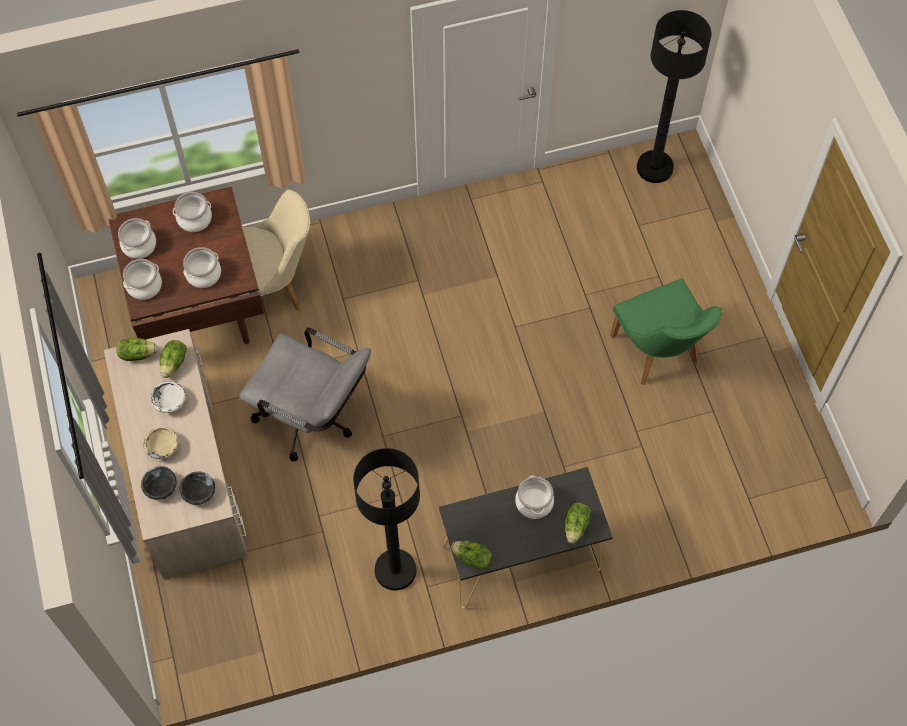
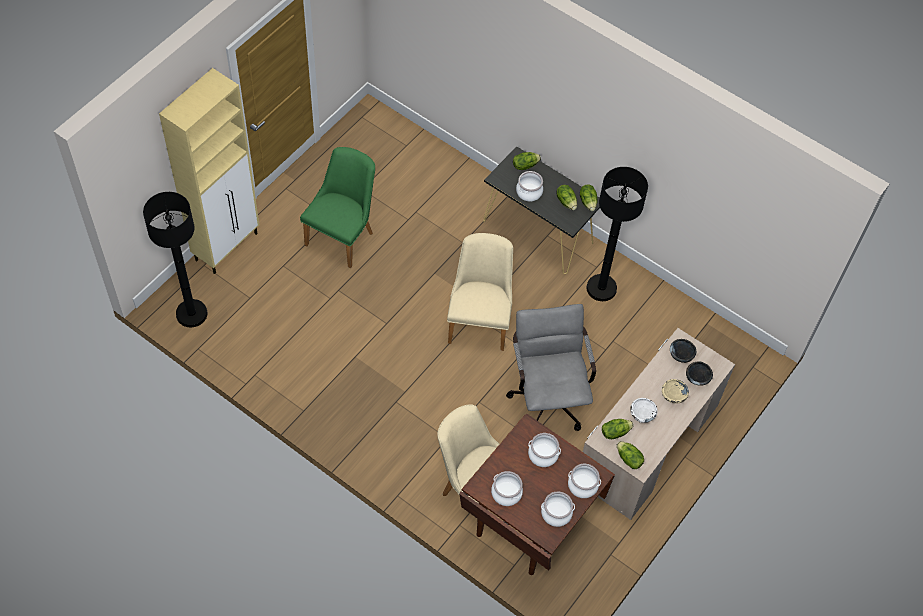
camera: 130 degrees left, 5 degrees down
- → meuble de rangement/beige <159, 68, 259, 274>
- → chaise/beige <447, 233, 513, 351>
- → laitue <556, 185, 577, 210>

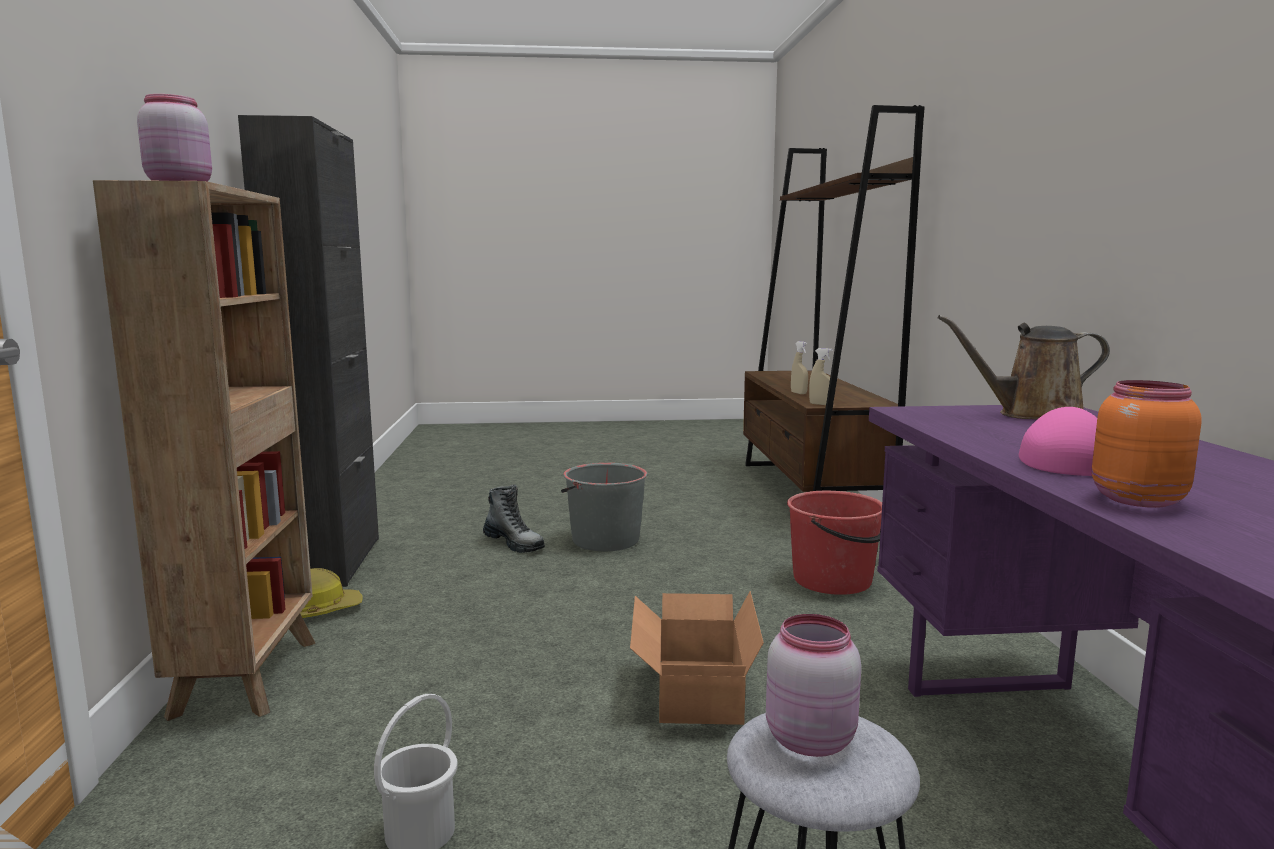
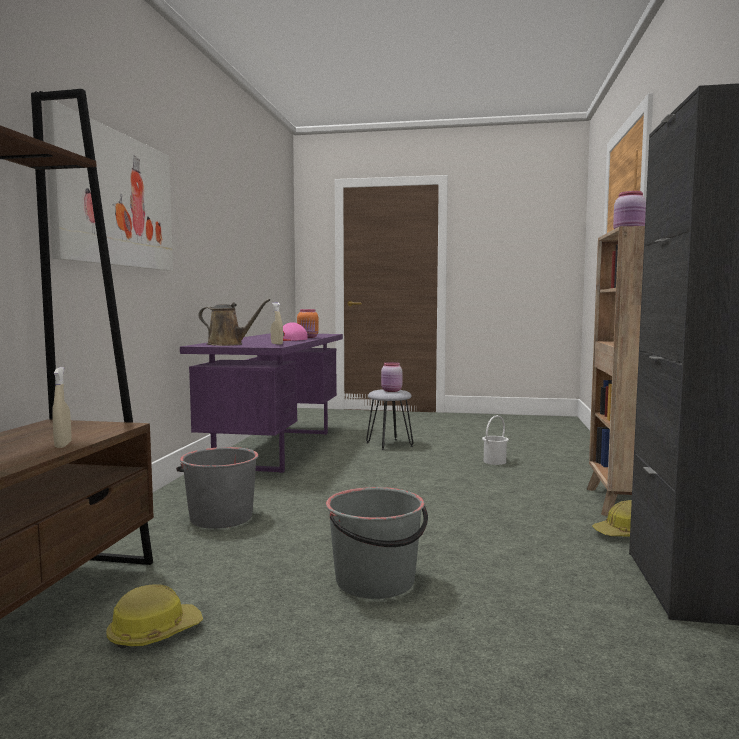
camera: 165 degrees left, 5 degrees down
botte <483, 484, 545, 553> → -
carton <630, 591, 764, 725> → -
- → tableau <44, 100, 173, 271>
- → casque de chantier <107, 584, 203, 649>
vaporisateur/beige <809, 348, 832, 405> → vaporisateur/beige <271, 302, 283, 344>, relocated
seau/rouge <787, 491, 882, 595> → seau/gris <176, 447, 259, 529>

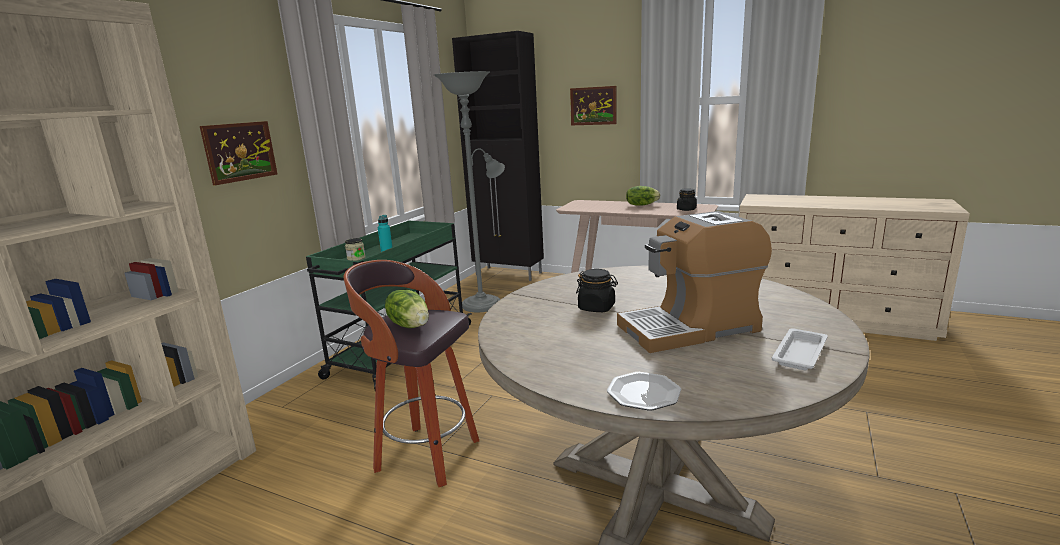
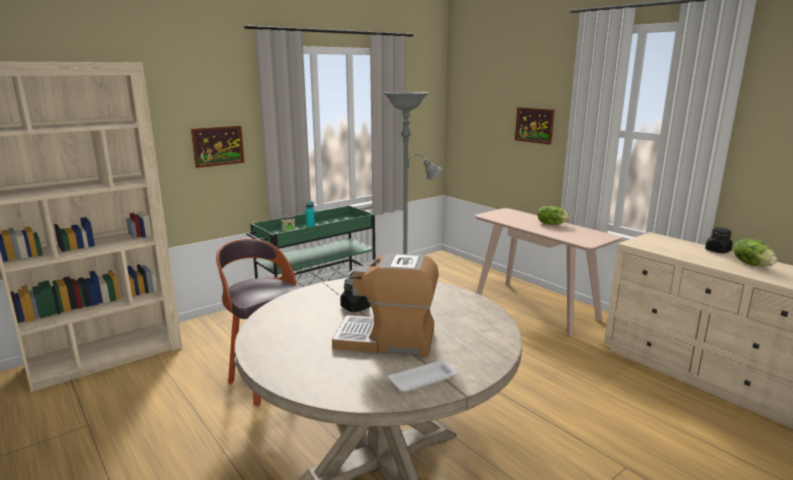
camera: 25 degrees right, 0 degrees up
meuble de rangement/noir <452, 31, 544, 281> → -
assiette <607, 372, 681, 411> → -
laitue <385, 290, 429, 328> → laitue <733, 239, 777, 266>, relocated
bocal/noir <677, 188, 697, 211> → bocal/noir <705, 227, 733, 253>, relocated

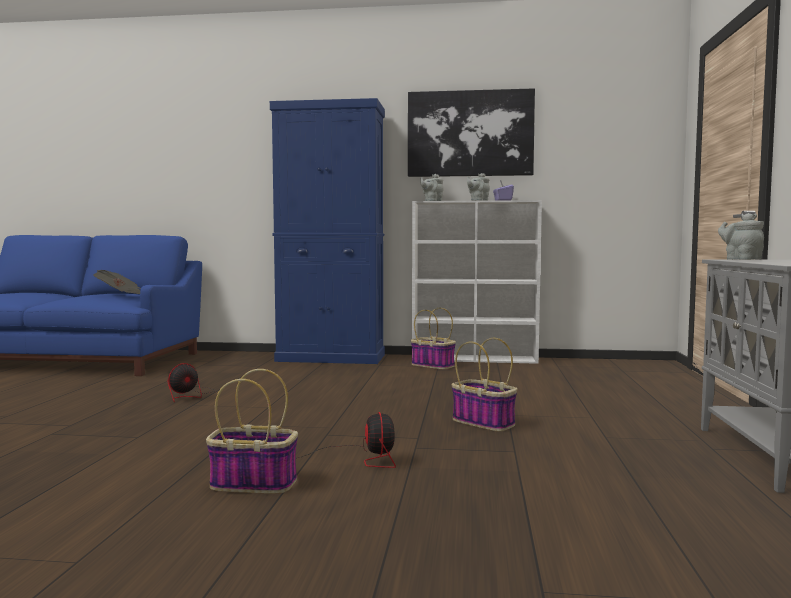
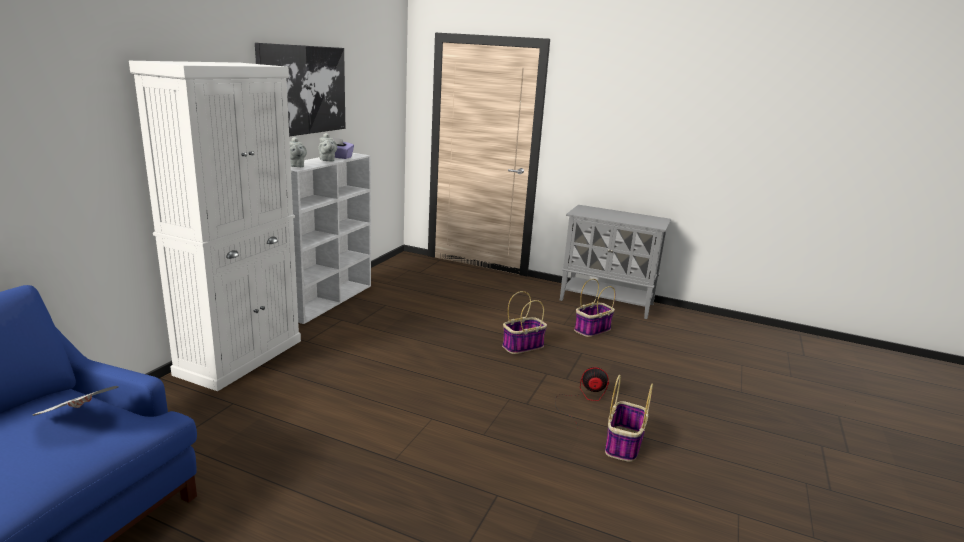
camera: 75 degrees left, 15 degrees up
ventilateur <167, 363, 214, 402> → -
théière/gris <718, 213, 764, 260> → -
panier <411, 308, 456, 369> → panier <574, 279, 615, 337>, relocated
meuble de rangement/bleu <270, 98, 385, 364> → meuble de rangement/blanc <129, 61, 301, 391>

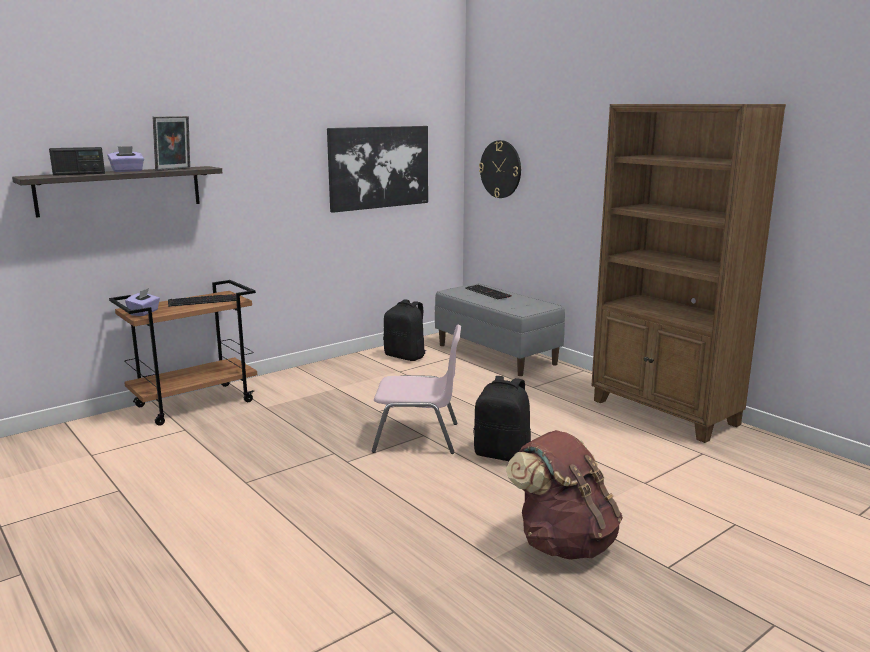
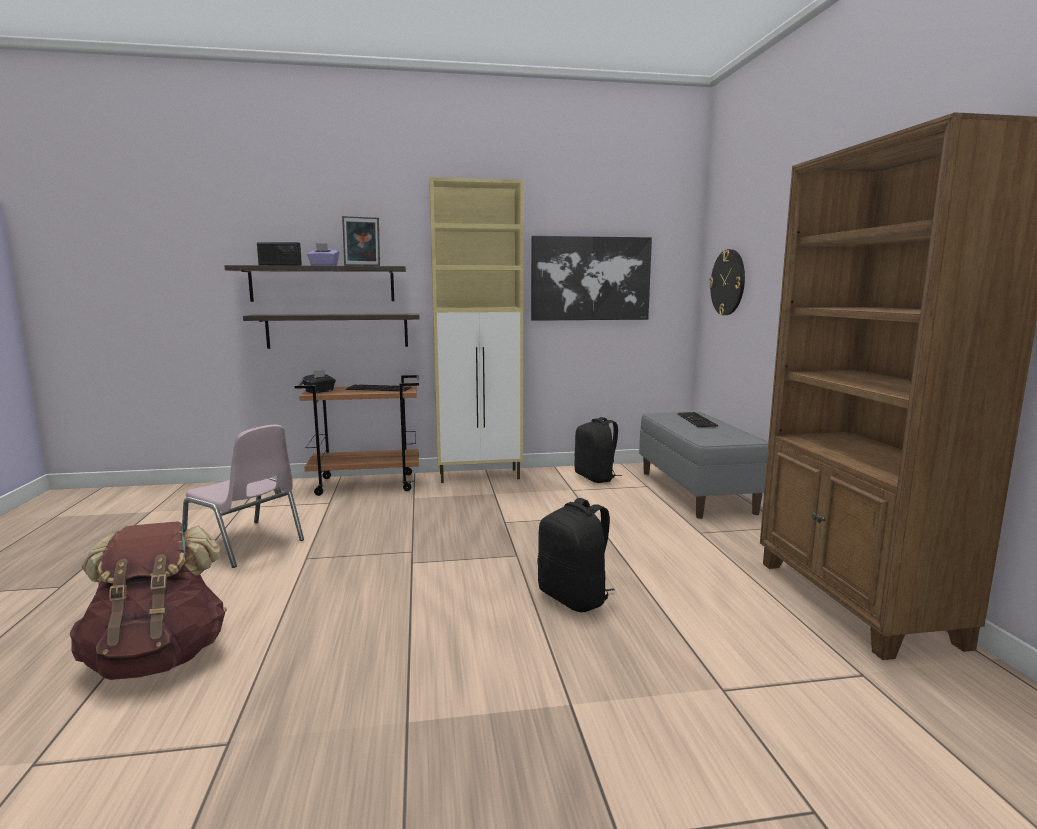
camera: 30 degrees right, 5 degrees down
- → étagère <243, 314, 420, 349>
- → meuble de rangement/beige <429, 177, 524, 483>
chaise/rose <372, 324, 461, 454> → chaise/rose <182, 425, 304, 568>, relocated
sac à dos/marron <506, 430, 623, 560> → sac à dos/marron <70, 521, 227, 680>, relocated
boîte à mouchoirs/violet <125, 288, 160, 316> → boîte à mouchoirs/noir <302, 370, 336, 393>

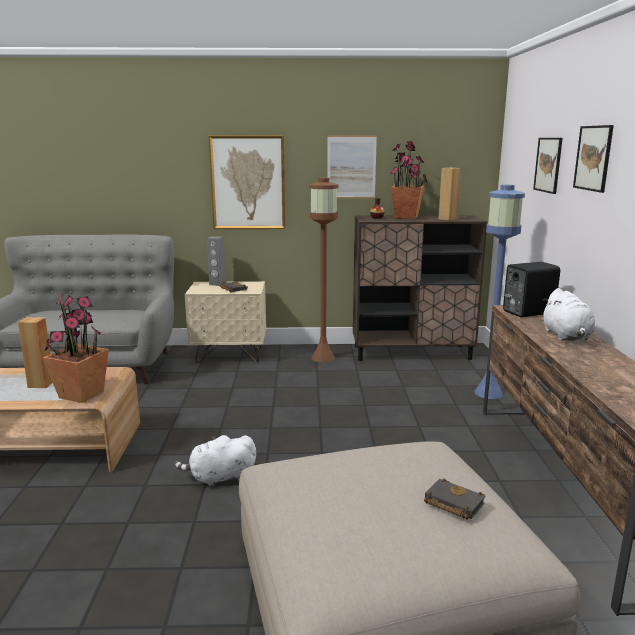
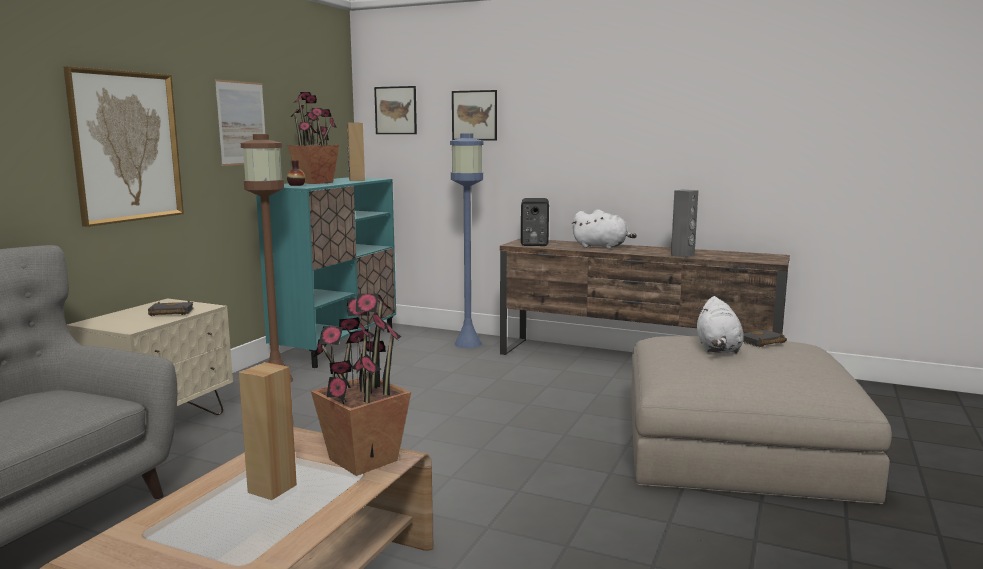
camera: 65 degrees left, 5 degrees down
peluche/blanc <174, 435, 256, 488> → peluche/blanc <697, 296, 743, 354>, relocated
enceinte/gris <207, 236, 226, 286> → enceinte/gris <671, 190, 698, 257>, relocated
tableau <573, 125, 614, 193> → tableau <374, 86, 417, 134>, relocated
meuble de rangement/marron <353, 215, 487, 361> → meuble de rangement/turquoise <256, 177, 396, 368>

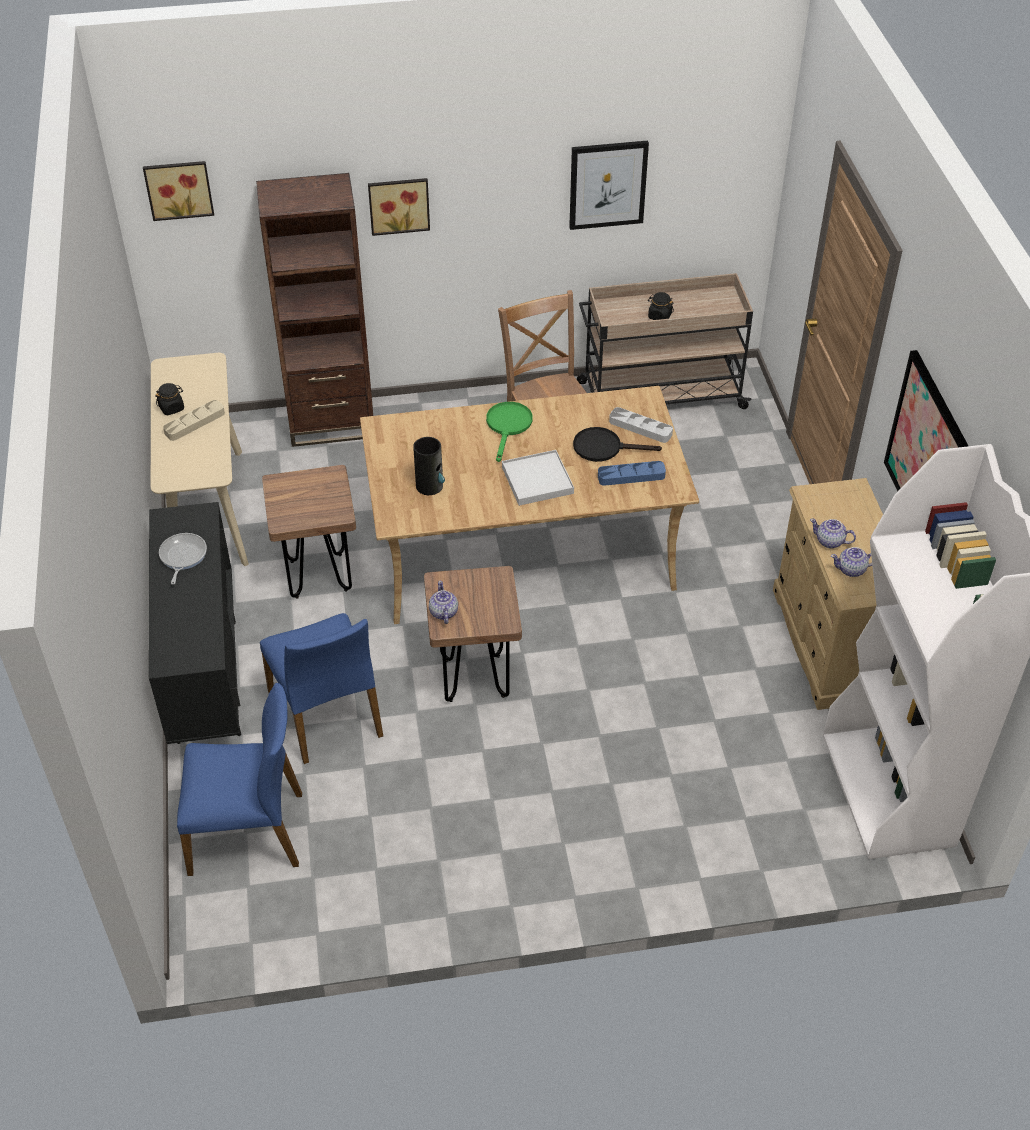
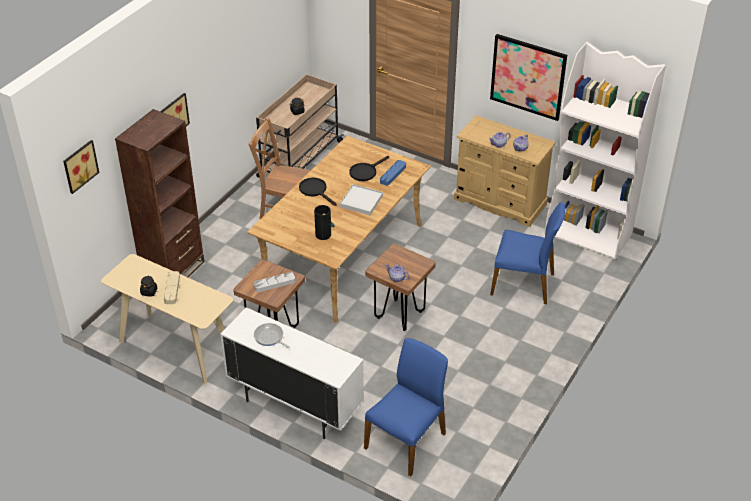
camera: 50 degrees left, 5 degrees down
tableau <569, 141, 649, 230> → -
chaise/bleu <260, 613, 383, 764> → chaise/bleu <490, 202, 565, 304>, relocated
plateau/gris <609, 407, 673, 443> → plateau/gris <254, 272, 295, 292>, relocated
meuble de rangement/noir <149, 502, 241, 744> → meuble de rangement/blanc <220, 307, 364, 439>
poêle/vert <486, 402, 532, 462> → poêle/noir <299, 178, 337, 206>

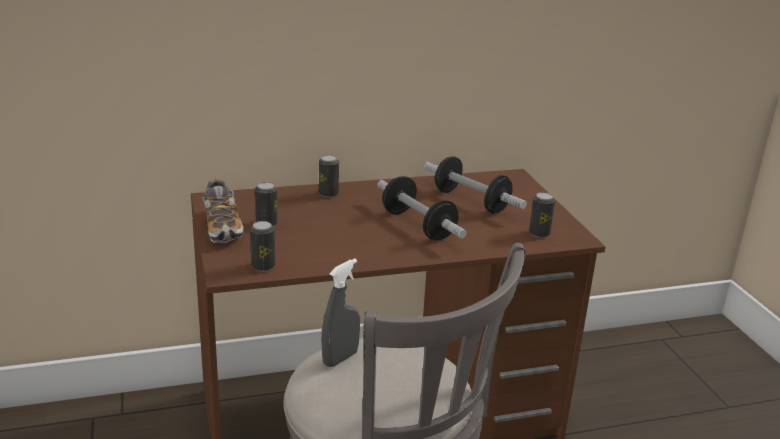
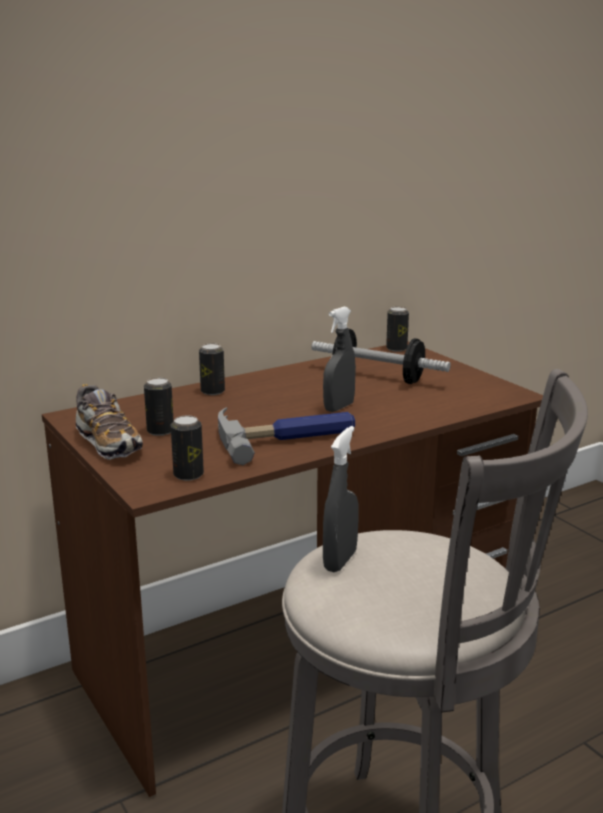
camera: 15 degrees left, 5 degrees down
- → marteau <218, 408, 355, 465>
boîte métallique <529, 192, 555, 238> → boîte métallique <386, 307, 409, 352>, relocated
haltère <377, 176, 467, 240> → vaporisateur/gris <323, 307, 356, 412>

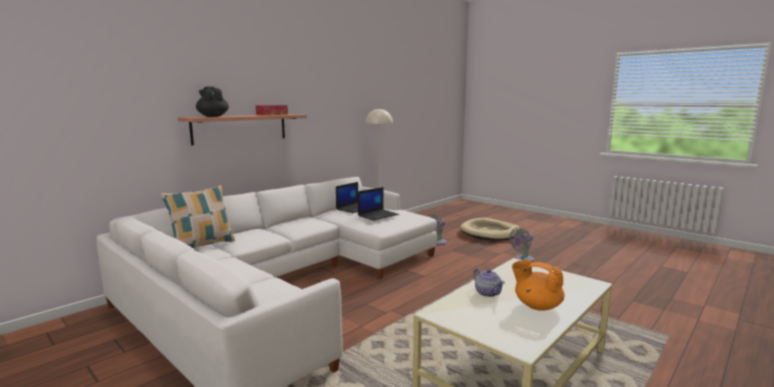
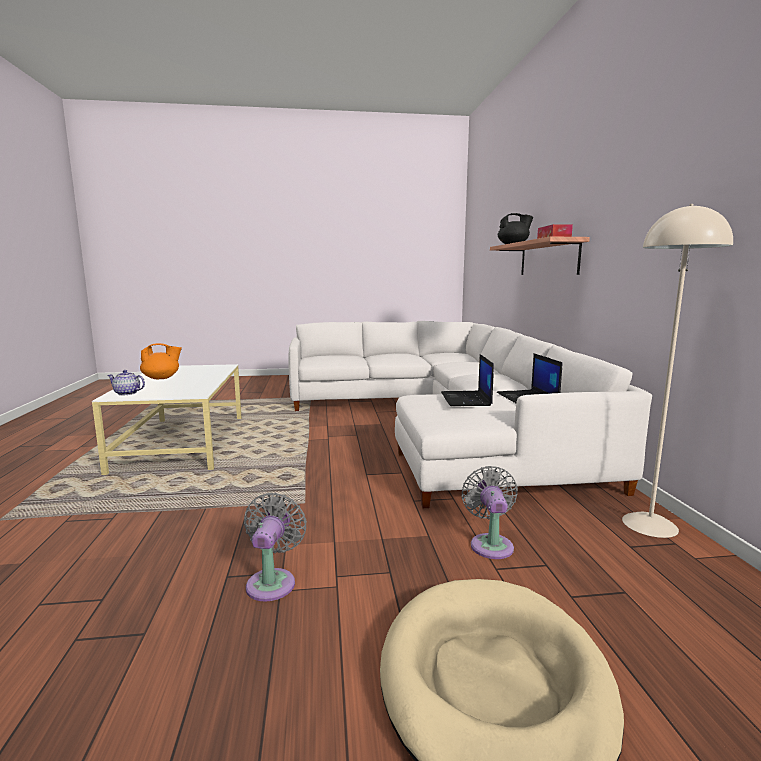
camera: 130 degrees right, 0 degrees up
coussin <161, 185, 235, 248> → -
théière <473, 269, 505, 297> → théière <107, 370, 145, 395>, relocated

